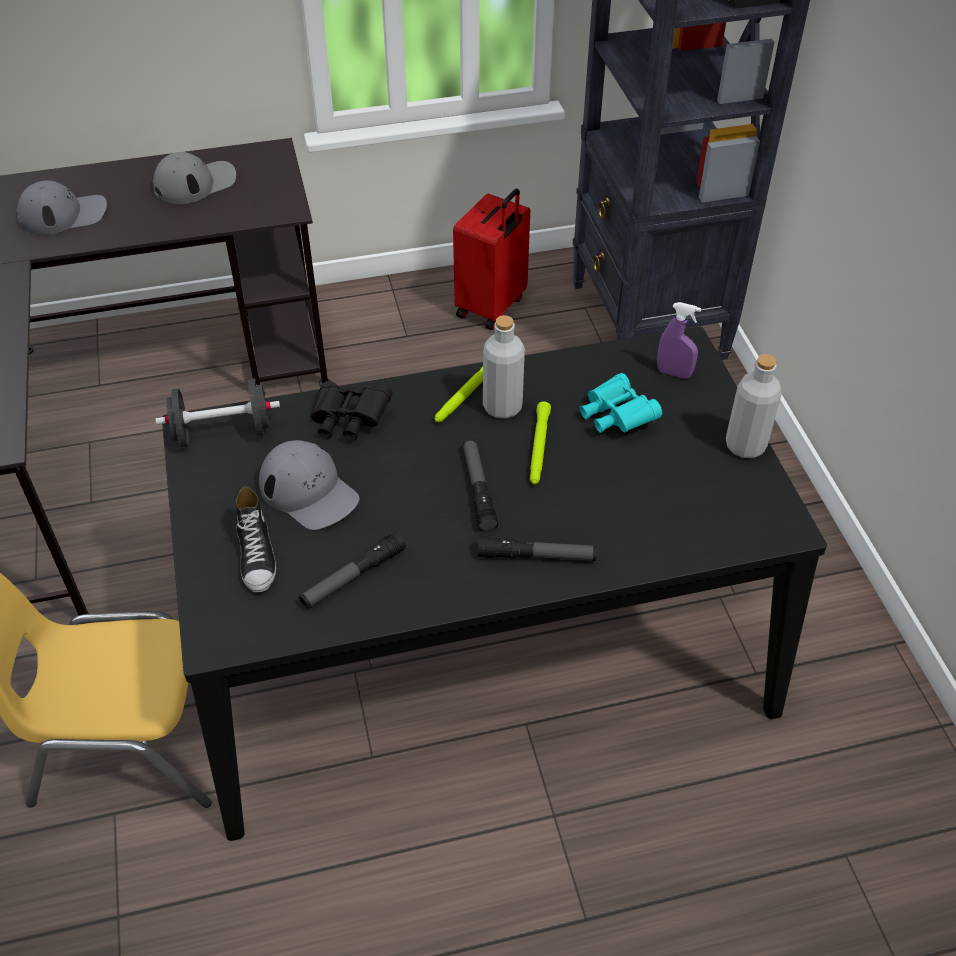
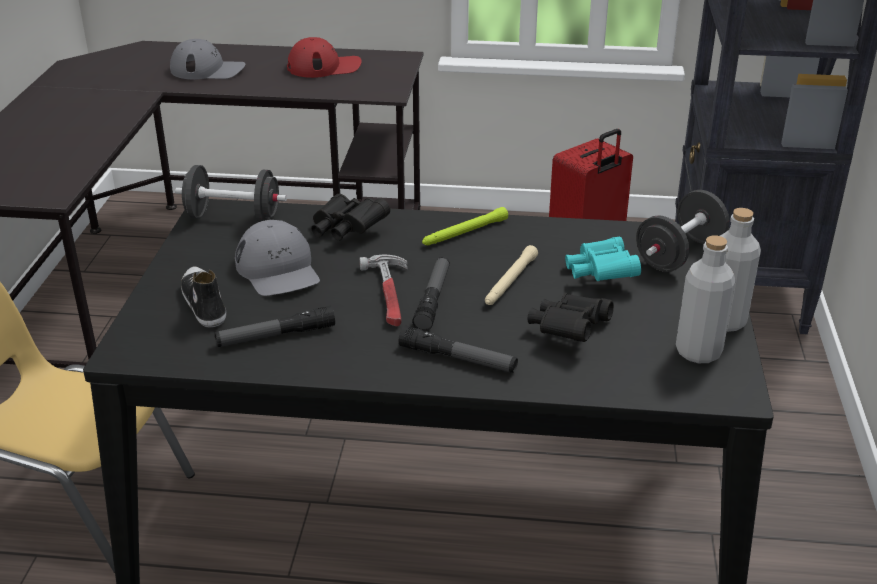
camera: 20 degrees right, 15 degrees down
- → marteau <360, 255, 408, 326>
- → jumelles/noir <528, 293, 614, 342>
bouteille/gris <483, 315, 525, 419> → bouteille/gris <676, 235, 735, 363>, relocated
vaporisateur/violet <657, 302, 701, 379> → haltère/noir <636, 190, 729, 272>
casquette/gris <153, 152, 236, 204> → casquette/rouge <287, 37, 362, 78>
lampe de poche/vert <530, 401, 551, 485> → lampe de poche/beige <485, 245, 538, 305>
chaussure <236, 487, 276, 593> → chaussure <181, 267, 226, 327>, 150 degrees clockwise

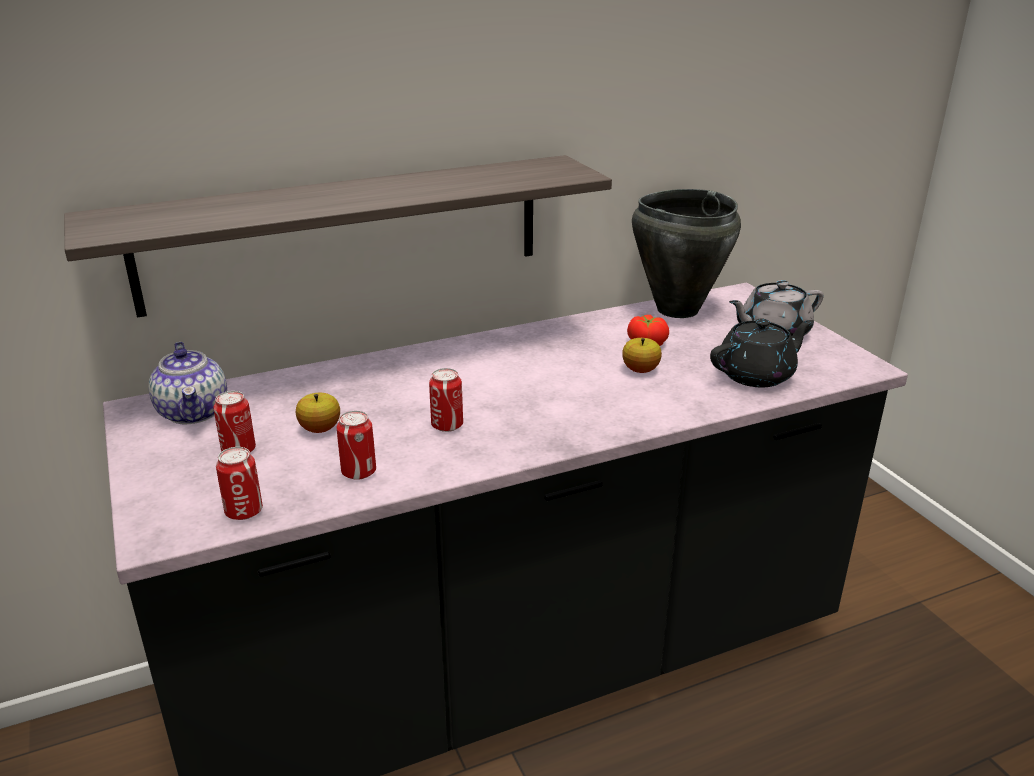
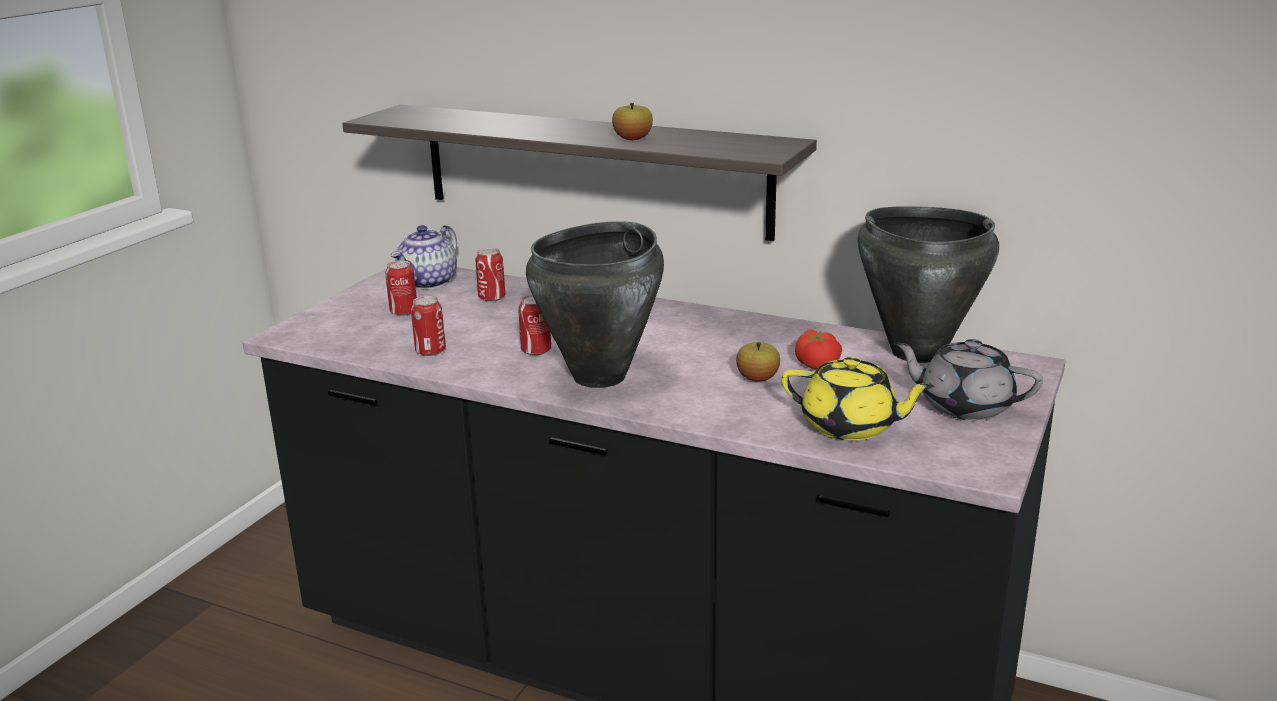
camera: 50 degrees right, 5 degrees down
- → marmite/noir <526, 221, 664, 388>
boîte métallique <216, 447, 263, 520> → boîte métallique <475, 248, 505, 302>, relocated
pomme <296, 393, 340, 433> → pomme <612, 103, 653, 140>, relocated
théière/noir <710, 318, 814, 387> → théière/jaune <781, 357, 934, 441>

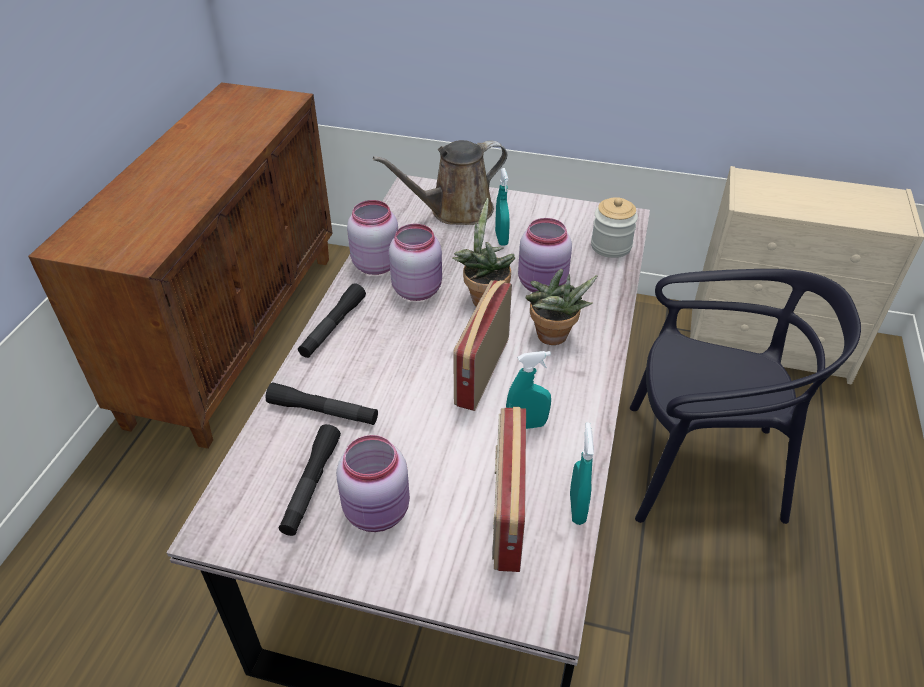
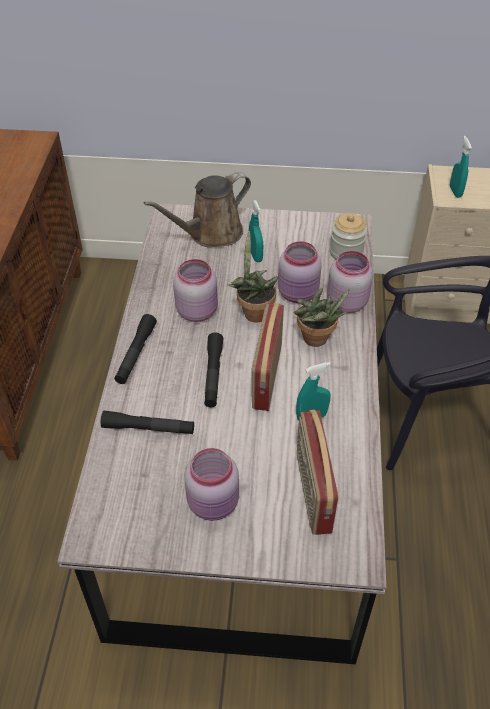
camera: 10 degrees left, 5 degrees up
lampe de poche/noir <279, 424, 341, 536> → lampe de poche/noir <204, 332, 223, 407>, relocated
bocal/rose <347, 200, 398, 275> → bocal/rose <327, 251, 373, 313>, relocated
vaporisateur/turquoise <570, 423, 594, 525> → vaporisateur/turquoise <450, 136, 472, 198>, relocated

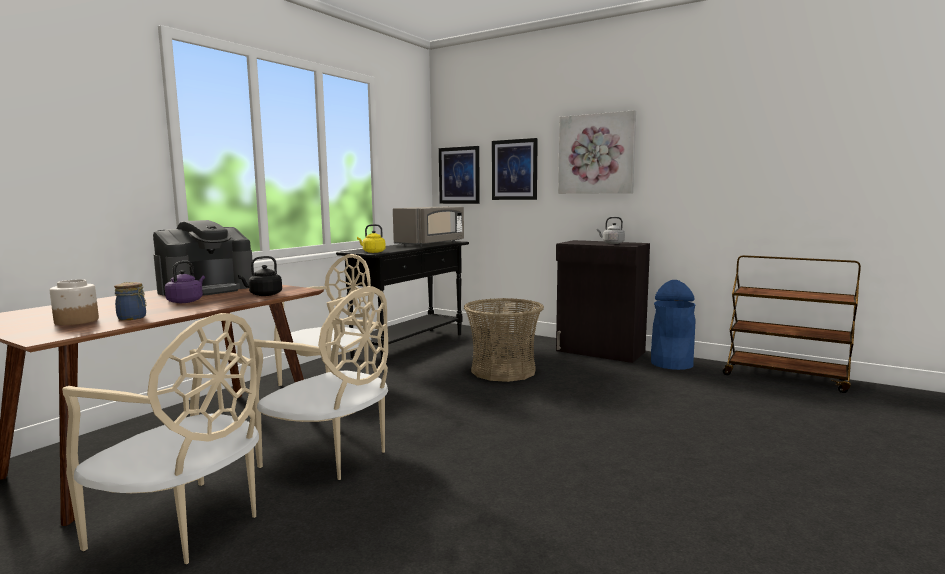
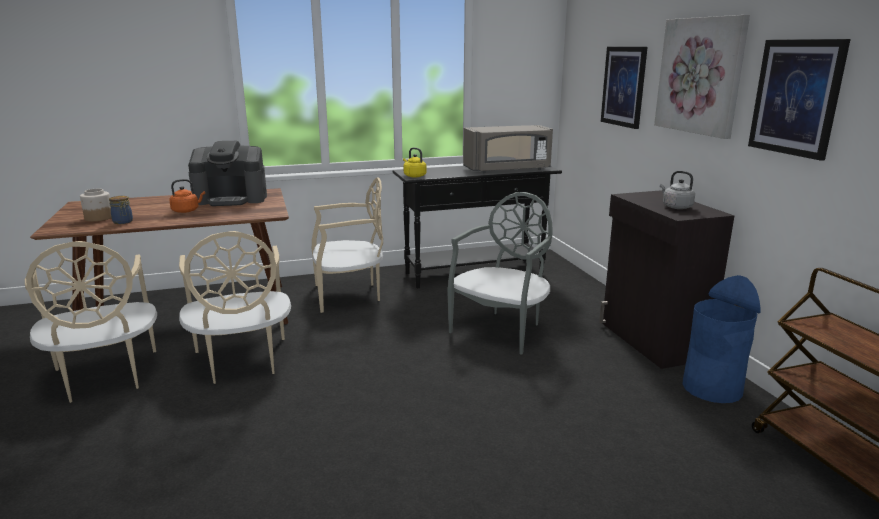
camera: 40 degrees right, 10 degrees up
bouilloire/noir <238, 256, 282, 296> → -
tableau <439, 146, 480, 204> → tableau <748, 39, 851, 161>, relocated
panier <464, 298, 544, 382> → chaise/gris <447, 192, 552, 355>
bouilloire/violet <165, 261, 205, 303> → bouilloire/orange <169, 179, 205, 213>

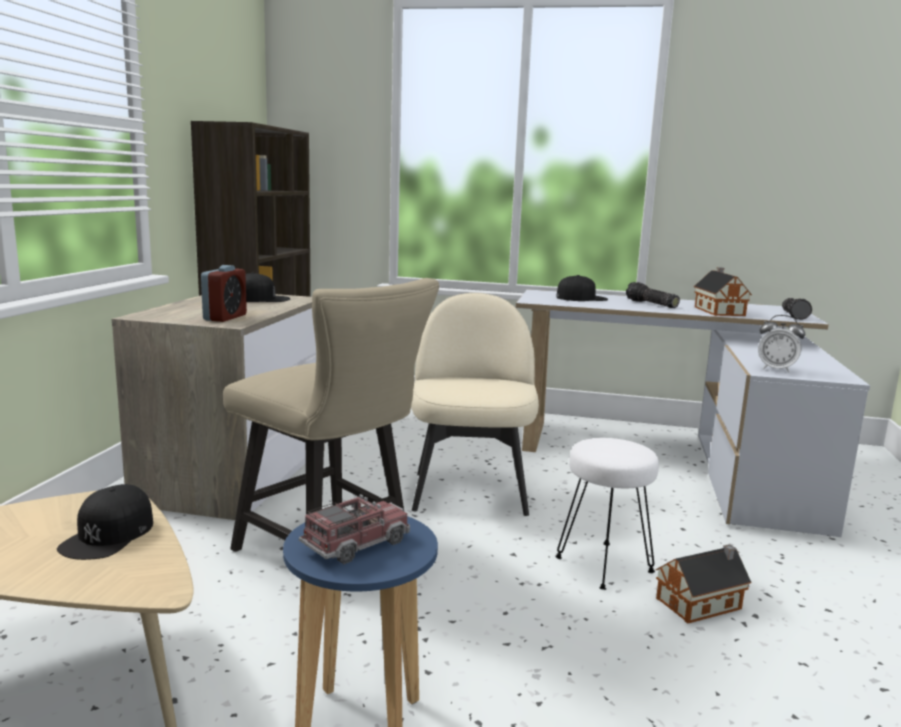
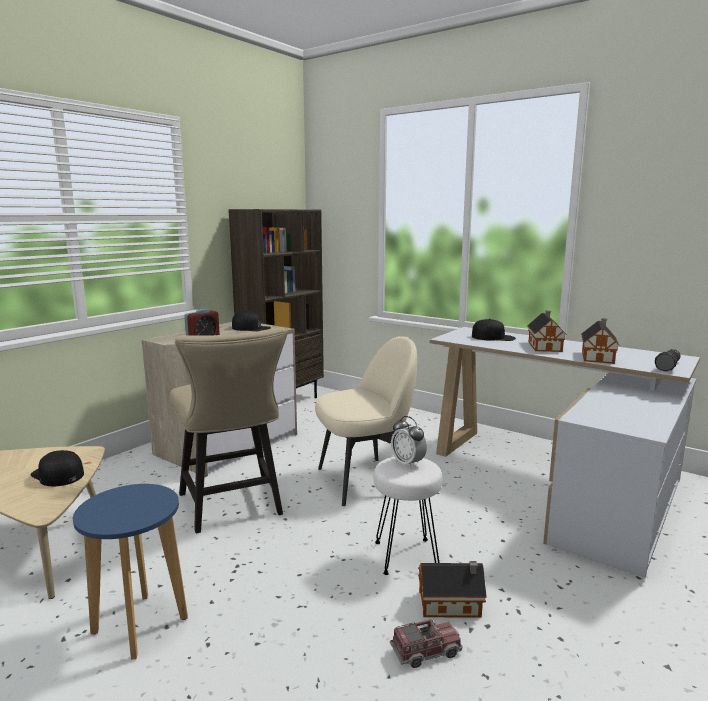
camera: 25 degrees right, 0 degrees up
camion jouet <299, 494, 410, 564> → camion jouet <390, 618, 462, 668>, relocated
réveil <758, 315, 805, 373> → réveil <391, 416, 427, 469>, relocated
lampe de poche <626, 282, 680, 308> → maison miniature <527, 311, 567, 352>
casquette/noir <57, 484, 153, 560> → casquette/noir <31, 450, 84, 486>, 90 degrees clockwise
chaise/beige <411, 293, 539, 516> → chaise/beige <315, 336, 417, 506>, 45 degrees clockwise

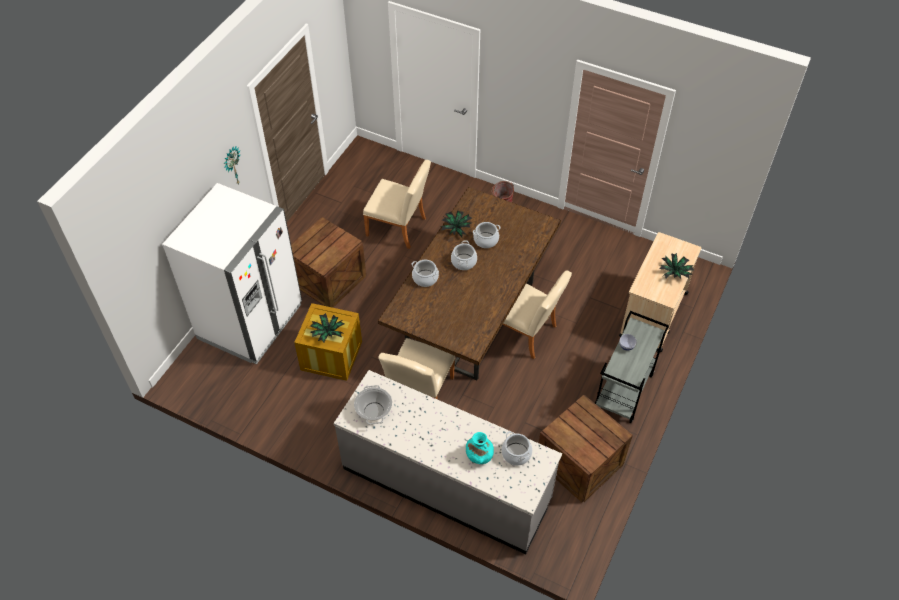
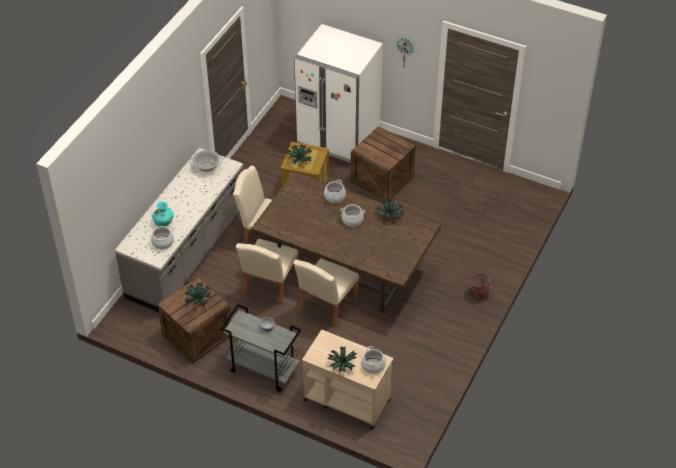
camera: 90 degrees right, 5 degrees down
- → plante en pot <184, 283, 212, 307>
chaise/beige <363, 160, 431, 249> → chaise/beige <236, 239, 299, 305>, relocated
marmite <473, 222, 500, 248> → marmite <361, 346, 386, 374>, relocated

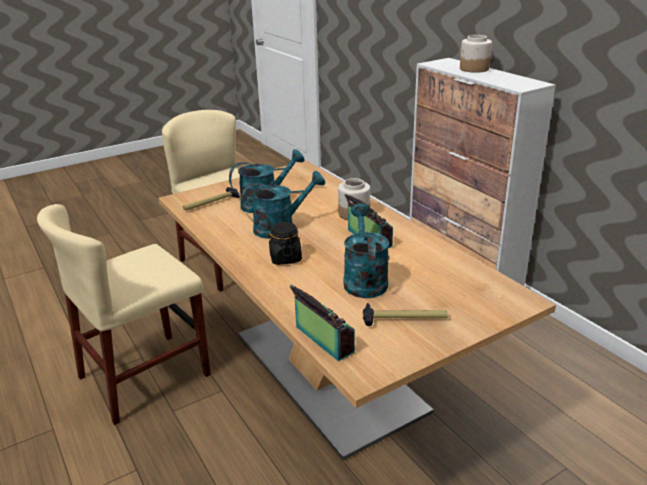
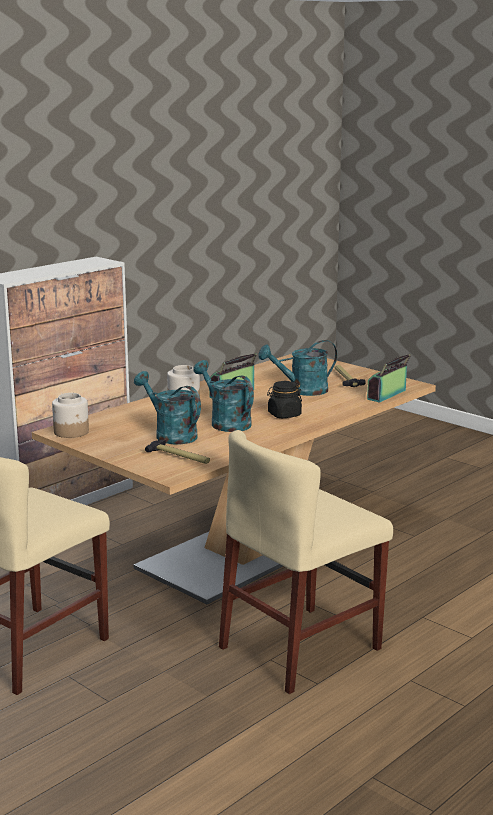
camera: 105 degrees left, 10 degrees down
bocal <460, 35, 492, 73> → bocal <52, 393, 89, 438>, relocated
chaise/beige <37, 204, 211, 425> → chaise/beige <219, 430, 393, 694>, 105 degrees clockwise

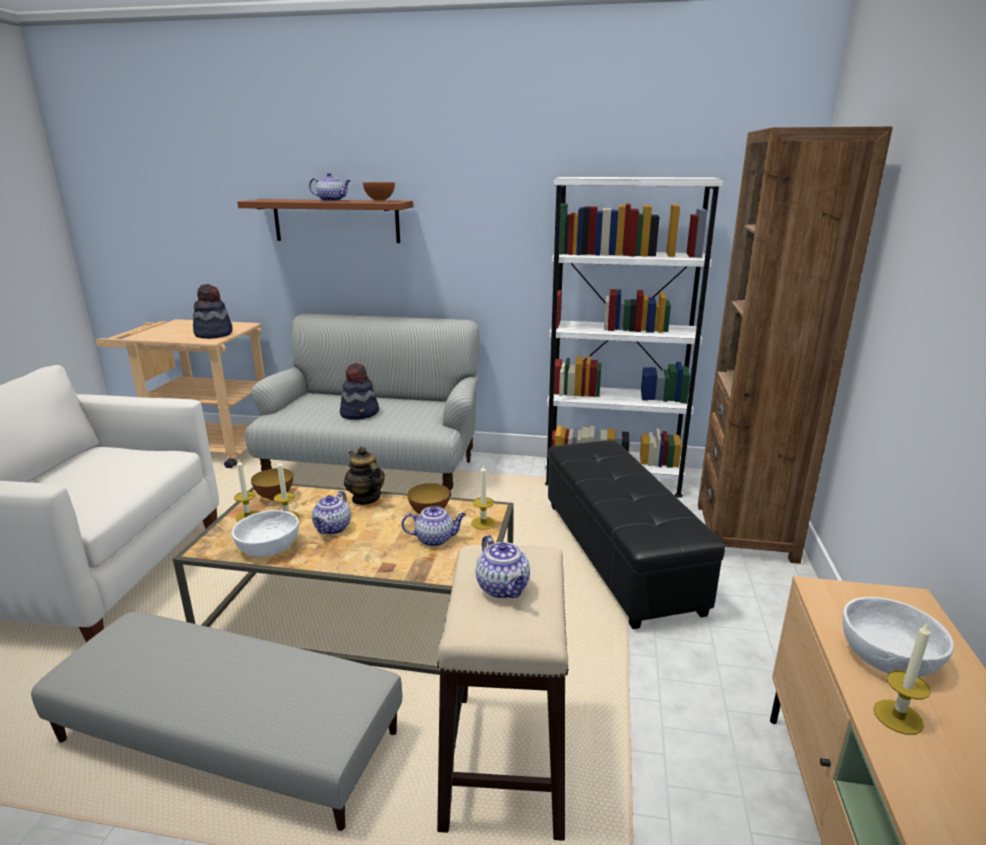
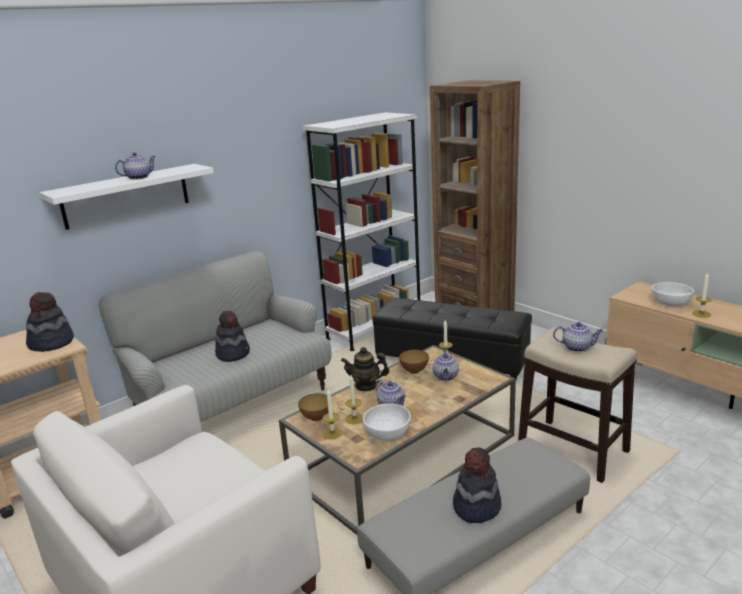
camera: 50 degrees left, 0 degrees up
bol <363, 182, 395, 202> → -
- → chapeau <453, 447, 502, 523>
étagère/marron <237, 199, 413, 243> → étagère/blanc <39, 164, 214, 230>
théière <401, 506, 466, 547> → théière <432, 351, 459, 381>, 150 degrees clockwise

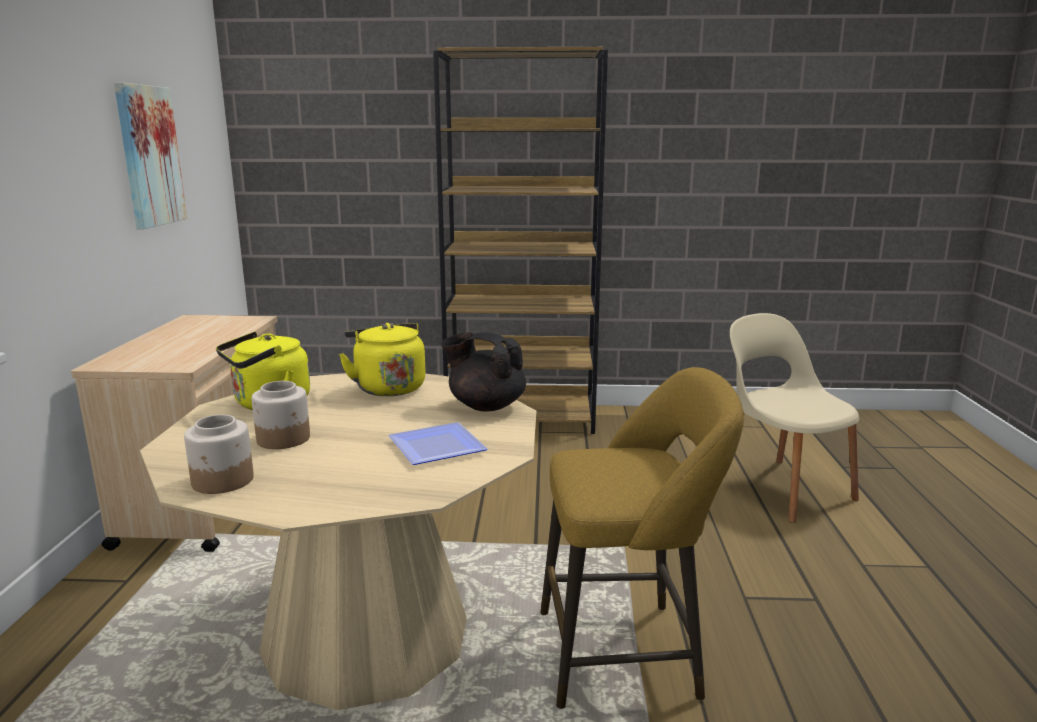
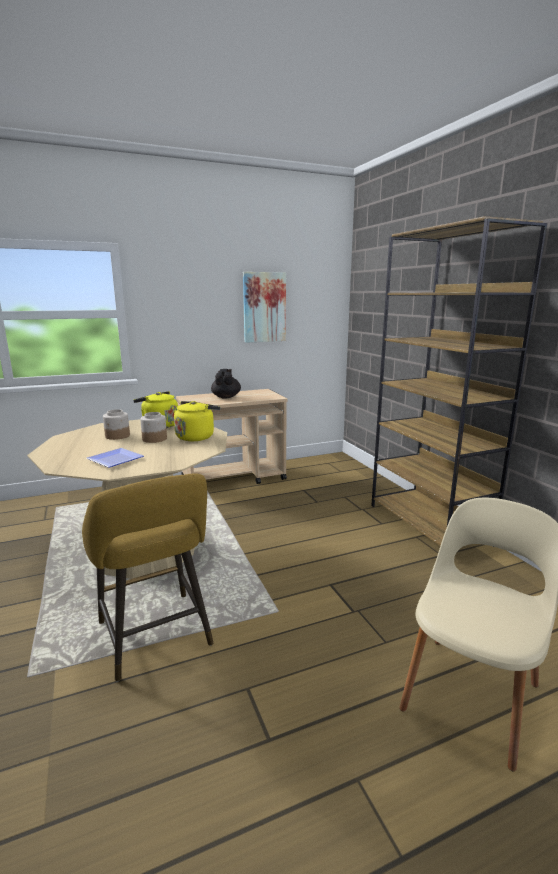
camera: 65 degrees right, 0 degrees up
bocal <184, 415, 254, 494> → bocal <140, 412, 167, 443>, relocated
théière/noir <441, 332, 526, 412> → théière/noir <211, 369, 241, 399>, relocated

